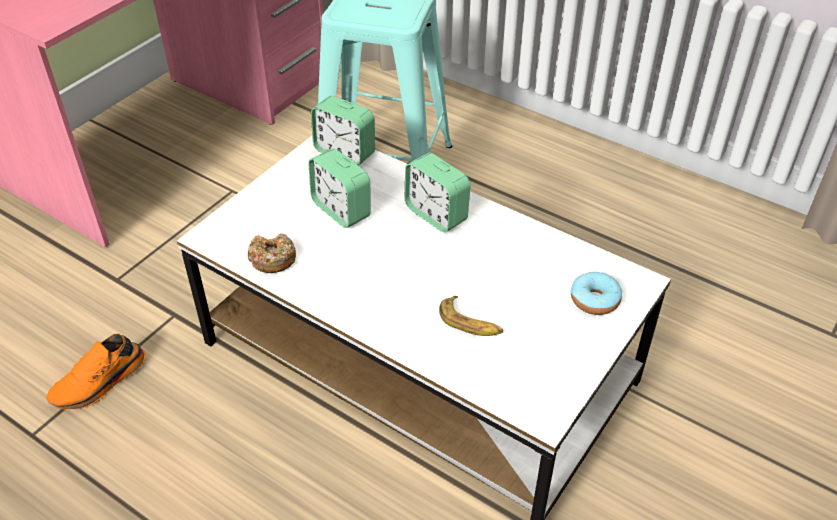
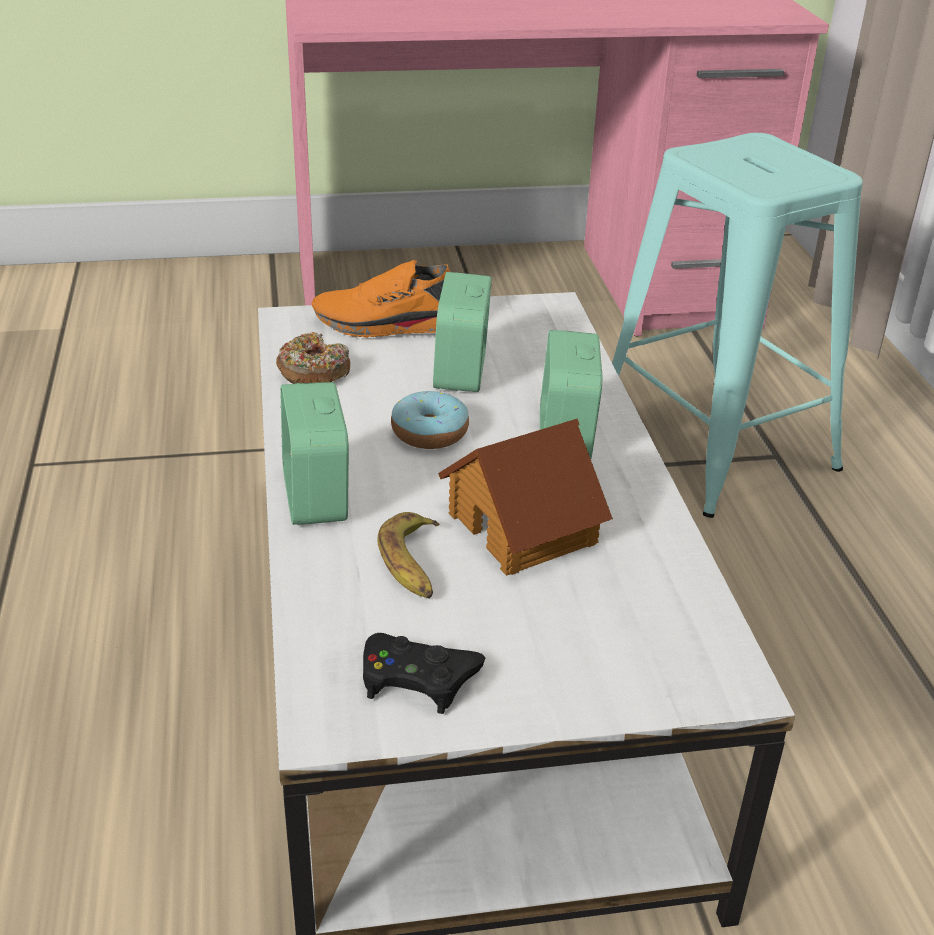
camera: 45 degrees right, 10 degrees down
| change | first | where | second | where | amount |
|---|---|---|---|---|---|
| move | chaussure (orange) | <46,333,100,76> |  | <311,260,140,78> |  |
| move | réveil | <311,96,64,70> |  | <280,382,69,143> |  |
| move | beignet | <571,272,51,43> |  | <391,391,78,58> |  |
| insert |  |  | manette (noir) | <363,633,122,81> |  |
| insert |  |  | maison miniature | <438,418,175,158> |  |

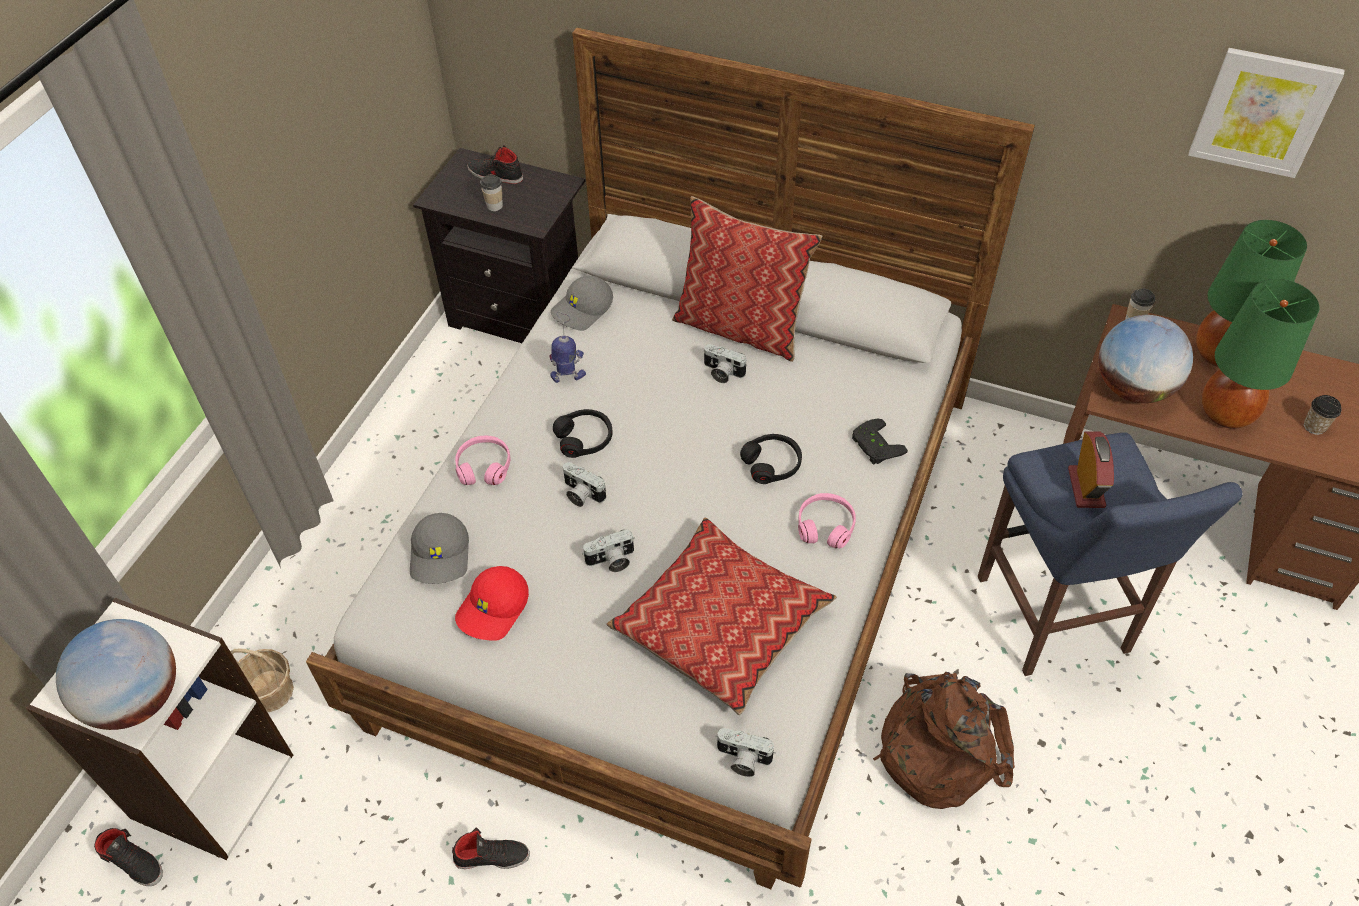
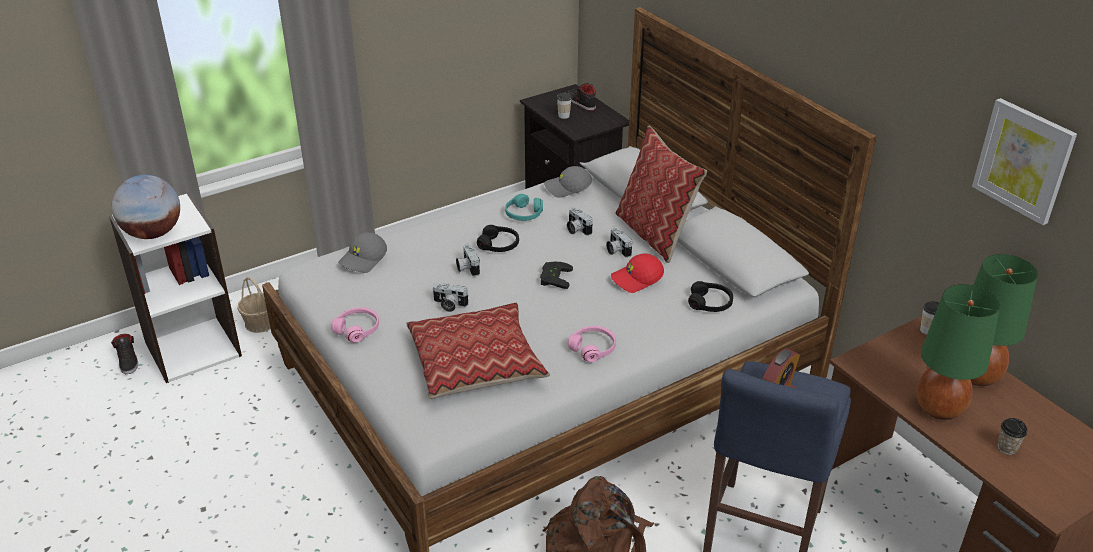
camera: 35 degrees right, 15 degrees down
| change | first | where | second | where | amount |
|---|---|---|---|---|---|
| delete | chaussure (noir) | <452,828,78,41> |  |  |  |
| move | casque audio (rose) | <455,436,56,49> |  | <331,307,48,36> |  |
| move | casquette (rouge) | <455,566,74,74> |  | <611,254,53,39> |  |
| replace | robot jouet | <549,312,37,71> | casque audio (turquoise) | <505,194,38,27> |  |
| move | appareil photo | <716,728,59,49> |  | <567,207,26,29> |  |
| move | casque audio (noir) | <740,434,62,50> |  | <688,281,45,31> |  |
| move | manette (noir) | <852,419,56,45> |  | <540,262,33,27> |  |
| delete | globe | <1098,315,95,88> |  |  |  |

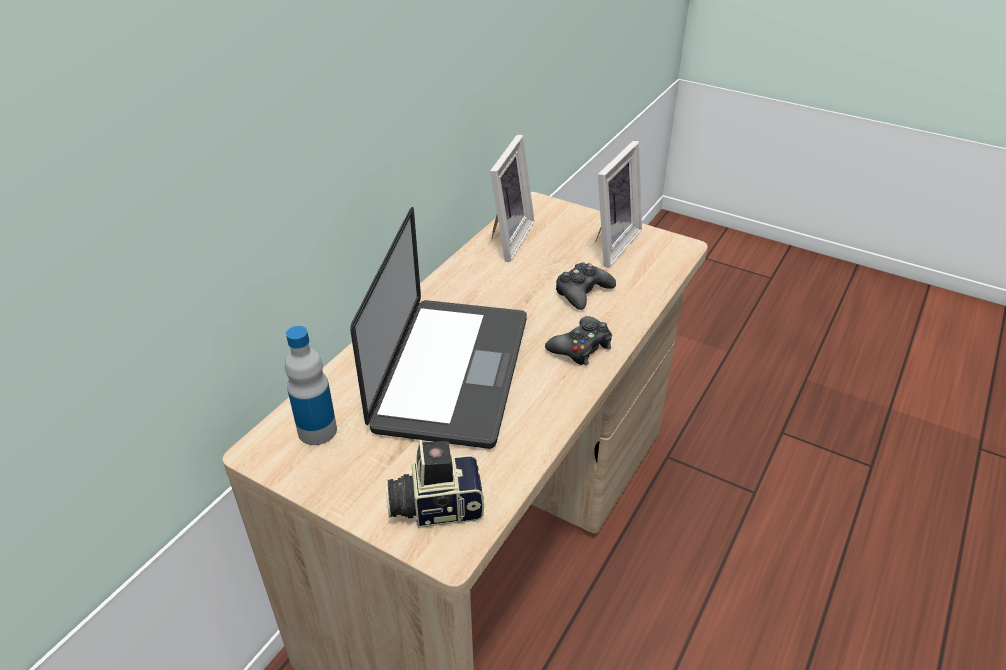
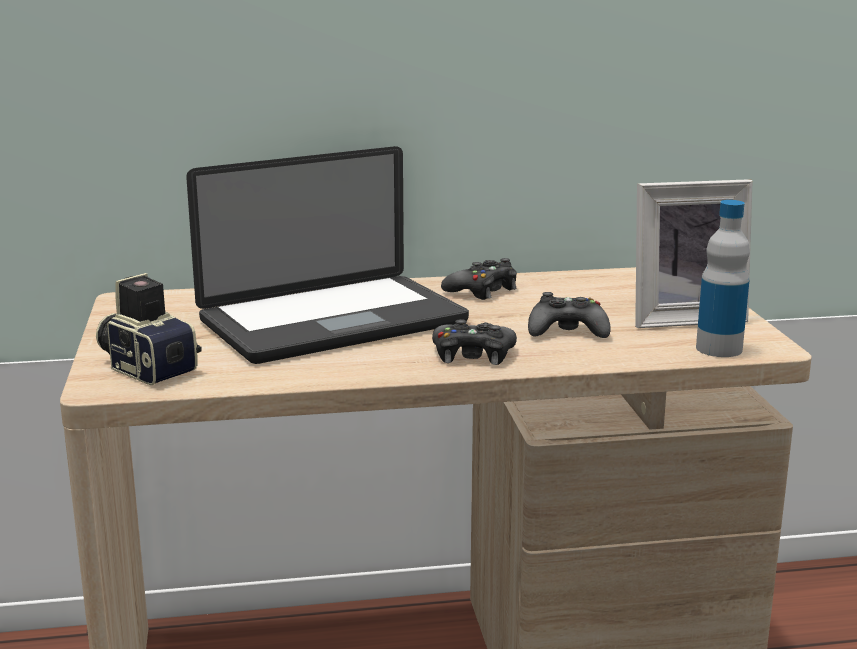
camera: 50 degrees right, 20 degrees down
| change | first | where | second | where | amount |
|---|---|---|---|---|---|
| move | bouteille | <285,326,52,119> |  | <696,200,54,157> |  |
| delete | cadre photo | <490,135,45,127> |  |  |  |
| insert |  |  | manette (noir) | <441,258,76,42> |  |

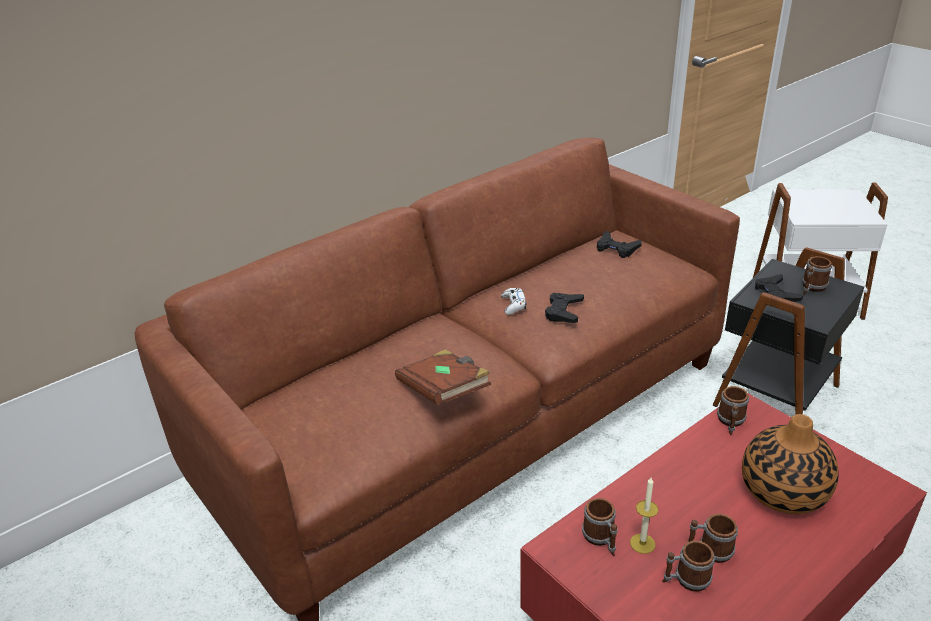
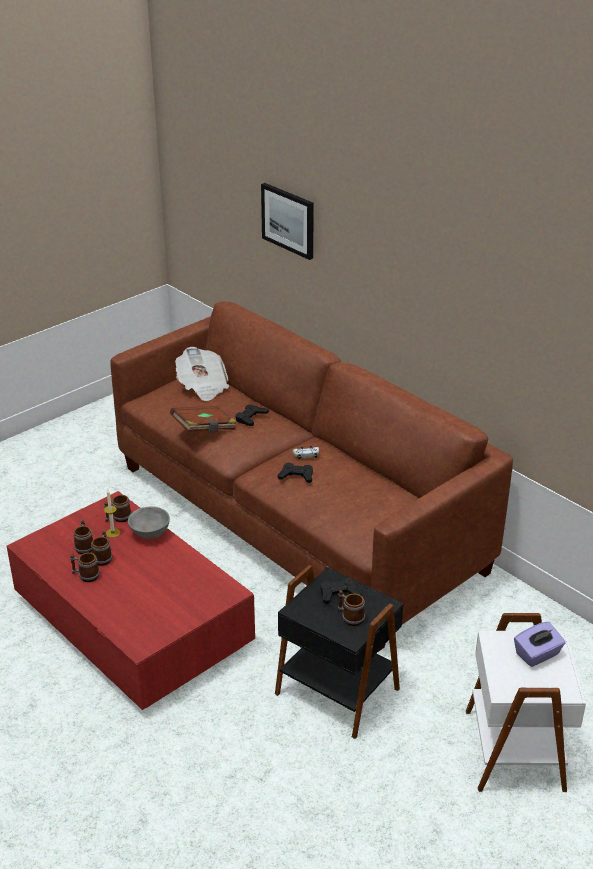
camera: 85 degrees right, 0 degrees up
| change | first | where | second | where | amount |
|---|---|---|---|---|---|
| move | manette (noir) | <597,231,45,27> |  | <235,404,34,22> |  |
| move | mug | <717,386,32,49> |  | <70,553,30,29> |  |
| delete | vase | <742,414,97,100> |  |  |  |
| insert |  |  | bol (gris) | <128,506,42,33> |  |
| insert |  |  | journal | <175,347,54,54> |  |
| insert |  |  | tableau | <261,183,53,77> |  |
| insert |  |  | boîte à mouchoirs (violet) | <514,622,51,45> |  |

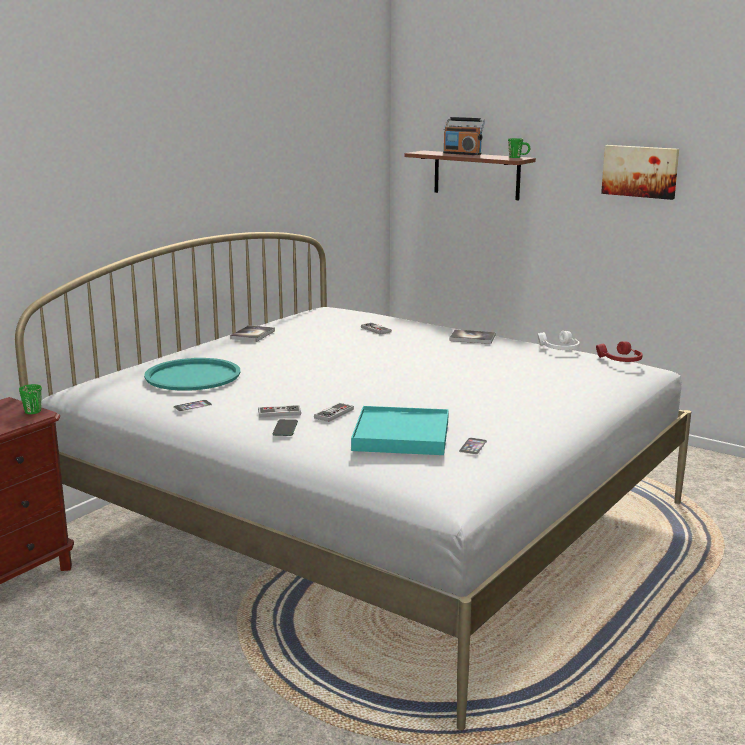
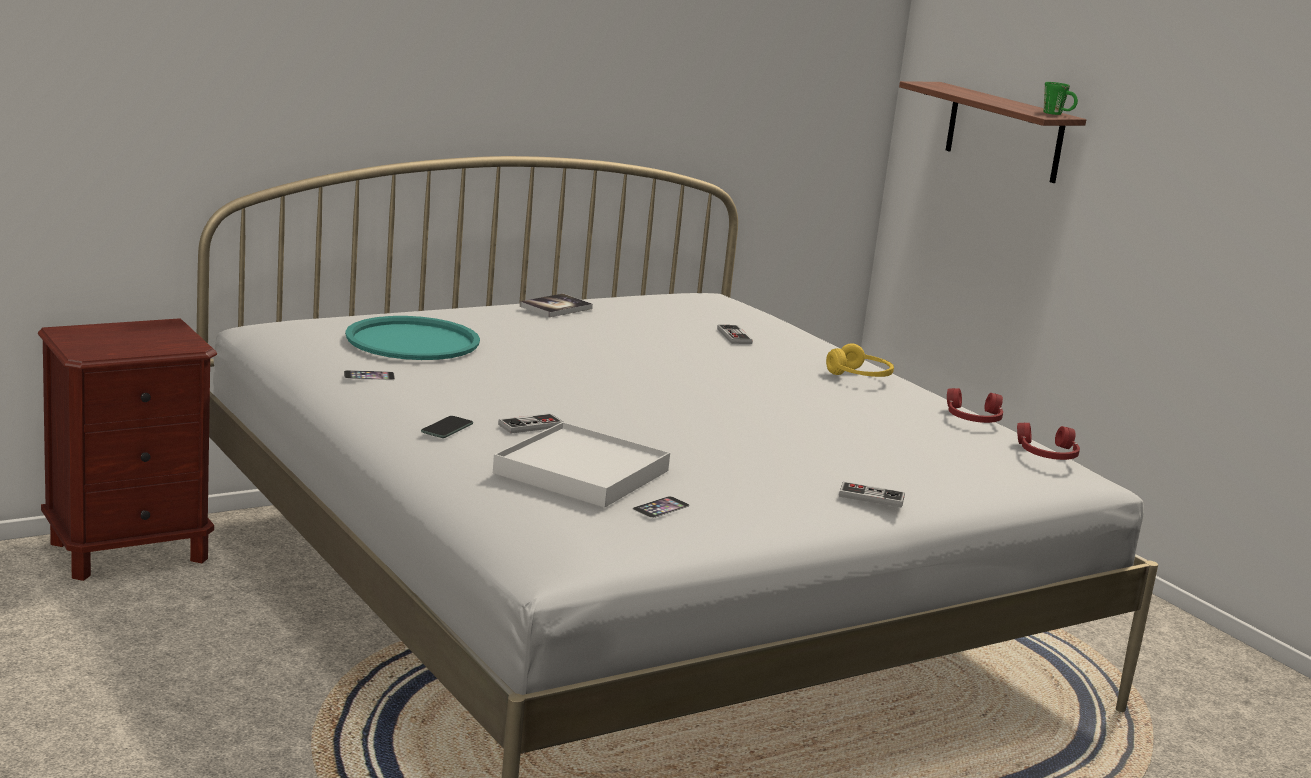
camera: 20 degrees right, 0 degrees up
| change | first | where | second | where | amount |
|---|---|---|---|---|---|
| delete | mug (vert) | <19,384,23,30> |  |  |  |
| move | manette | <258,405,43,13> |  | <839,482,66,26> |  |
| recolor | plateau (turquoise) | <351,406,98,49> | plateau (blanc) | <493,422,177,86> |  |
| delete | radio | <443,117,42,38> |  |  |  |
| replace | livre | <449,330,47,14> | casque audio (jaune) | <826,343,68,34> |  |
| recolor | casque audio (blanc) | <538,331,42,19> | casque audio (rouge) | <947,388,56,35> |  |
| delete | tableau | <601,145,78,55> |  |  |  |

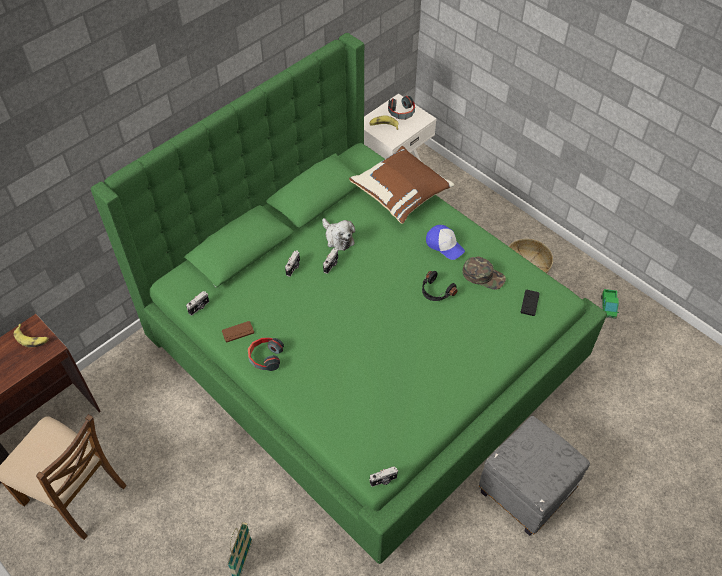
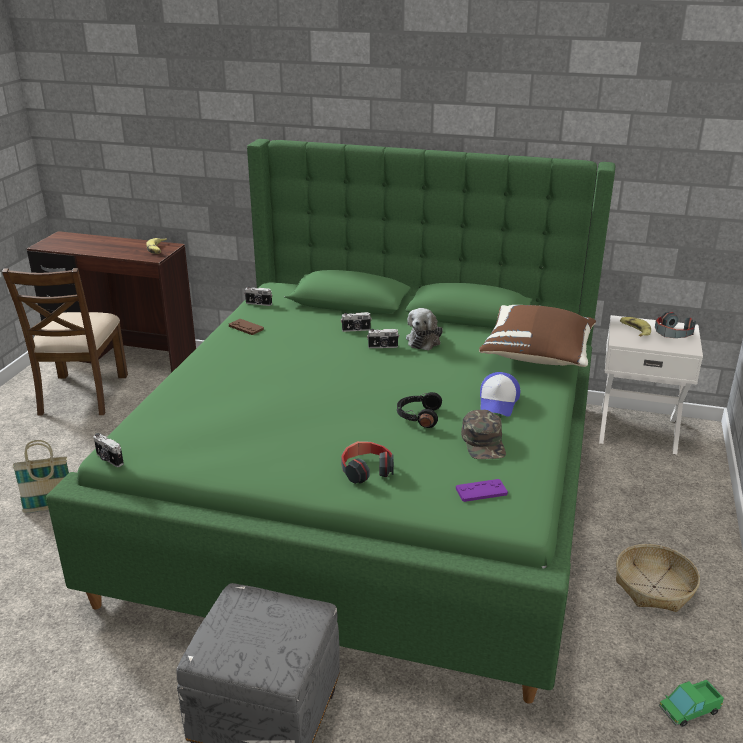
camera: 60 degrees right, 25 degrees down
| change | first | where | second | where | amount |
|---|---|---|---|---|---|
| move | casque audio | <248,337,36,34> |  | <341,441,53,43> |  |
| recolor | manette (noir) | <521,289,19,27> | manette (violet) | <456,479,52,23> |  |

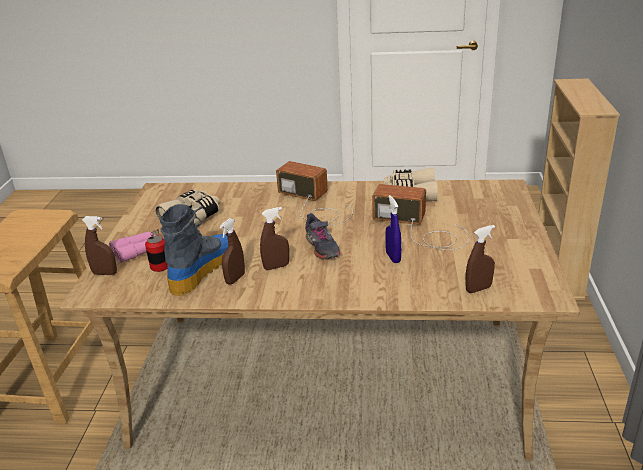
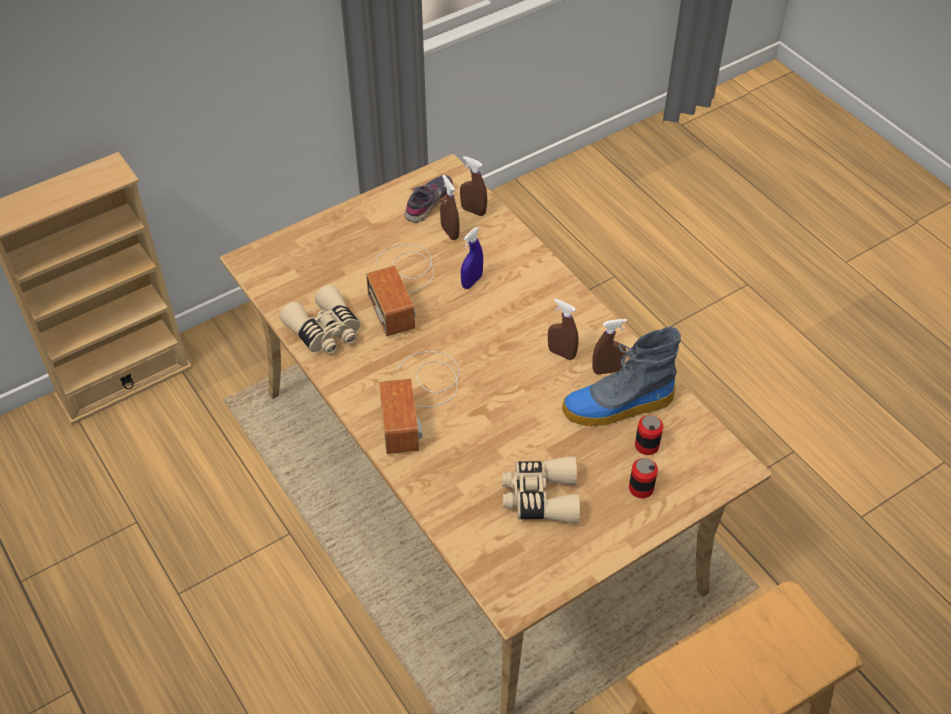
camera: 130 degrees left, 20 degrees up
| change | first | where | second | where | amount |
|---|---|---|---|---|---|
| move | vaporisateur (marron) | <82,216,35,59> |  | <440,175,20,65> |  |
| replace | jumelles (rose) | <109,229,55,34> | boîte métallique | <629,458,29,40> |  |
| move | chaussure (gris) | <305,213,35,46> |  | <405,175,48,48> |  |

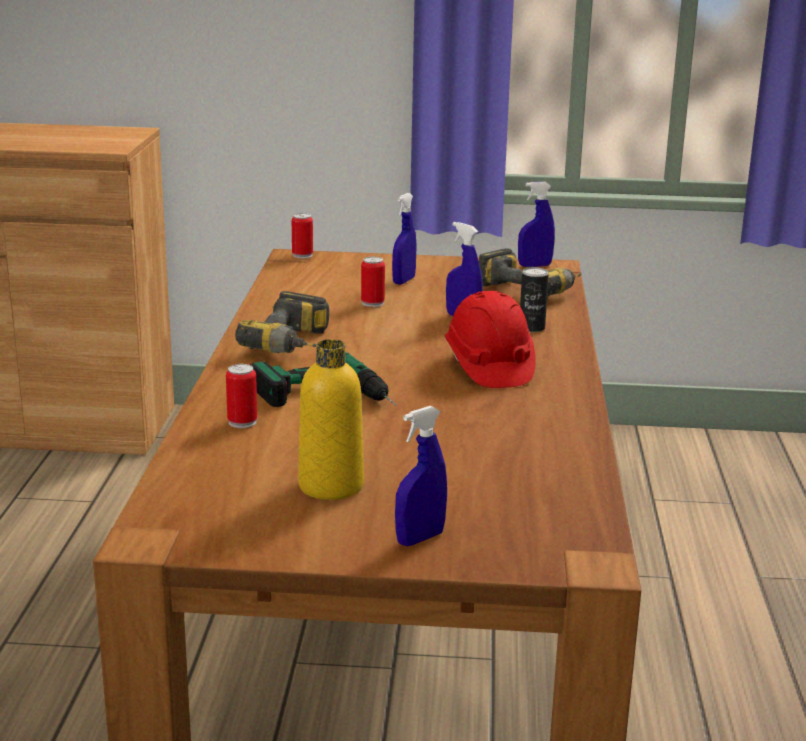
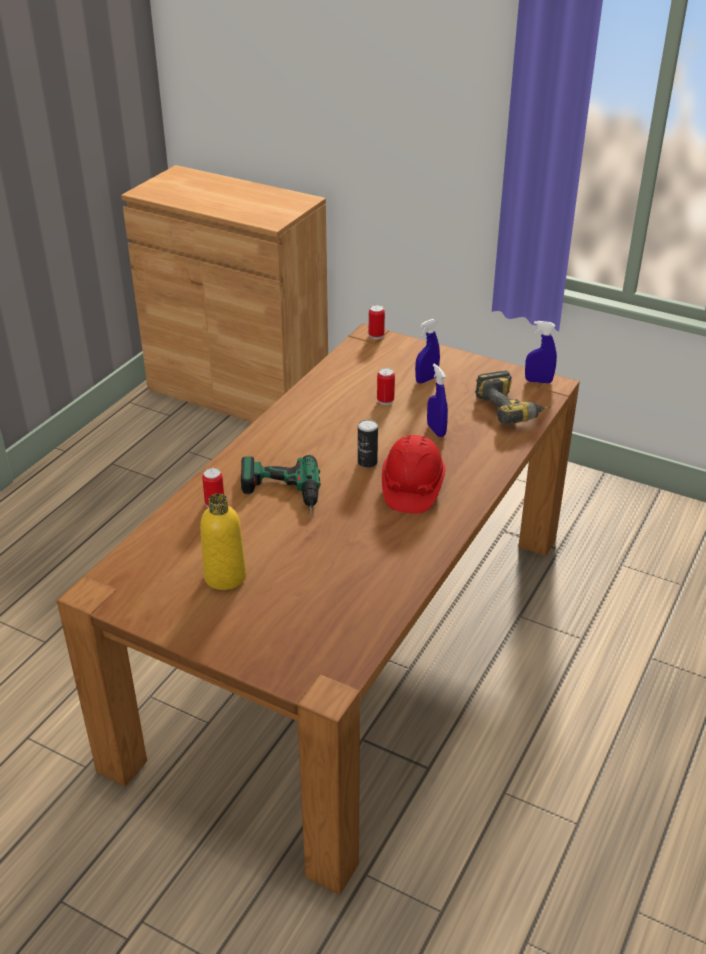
camera: 25 degrees right, 15 degrees up
| change | first | where | second | where | amount |
|---|---|---|---|---|---|
| delete | perceuse | <235,291,94,62> |  |  |  |
| delete | vaporisateur (bleu) | <395,406,52,140> |  |  |  |
| move | boîte métallique | <520,267,29,65> |  | <358,419,20,49> |  |

